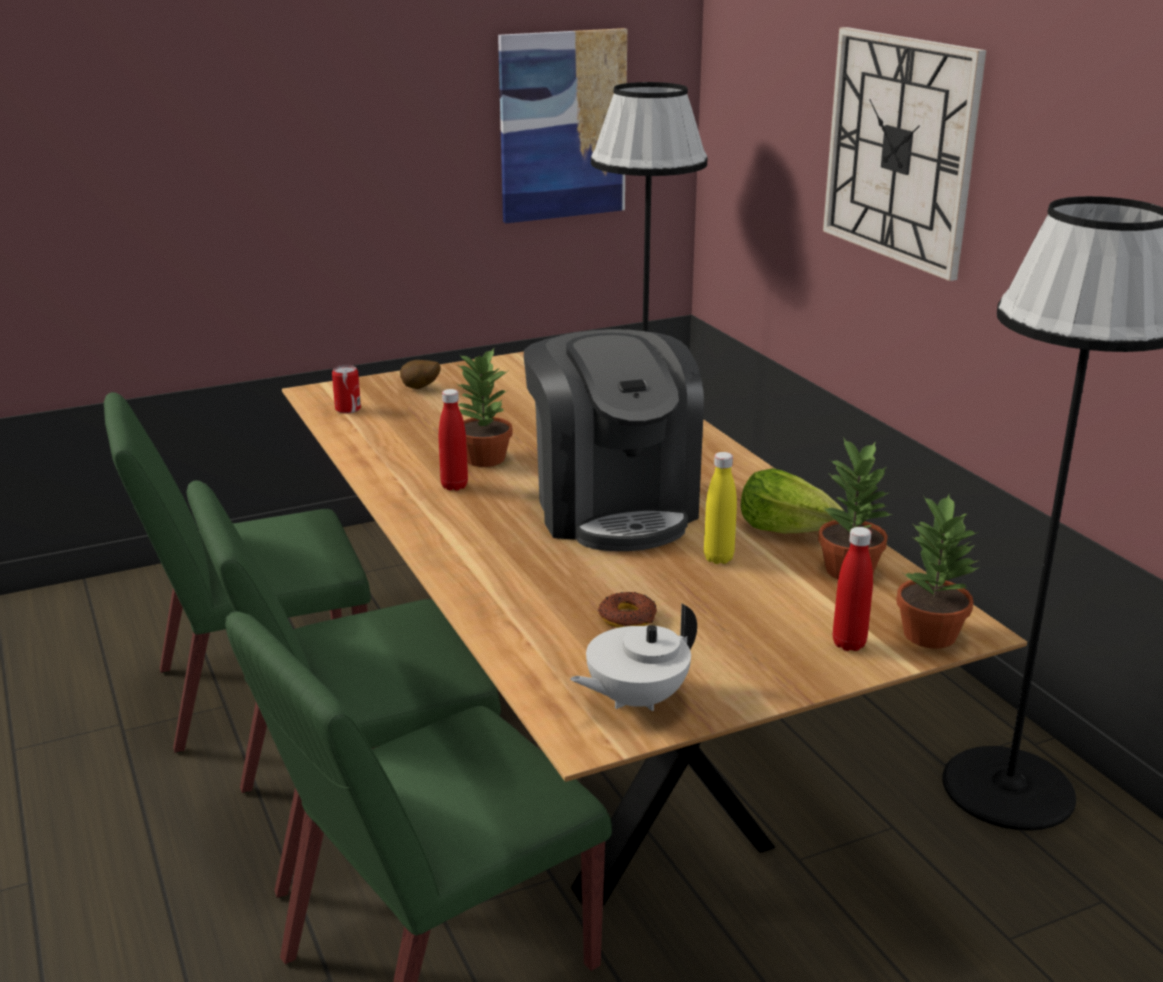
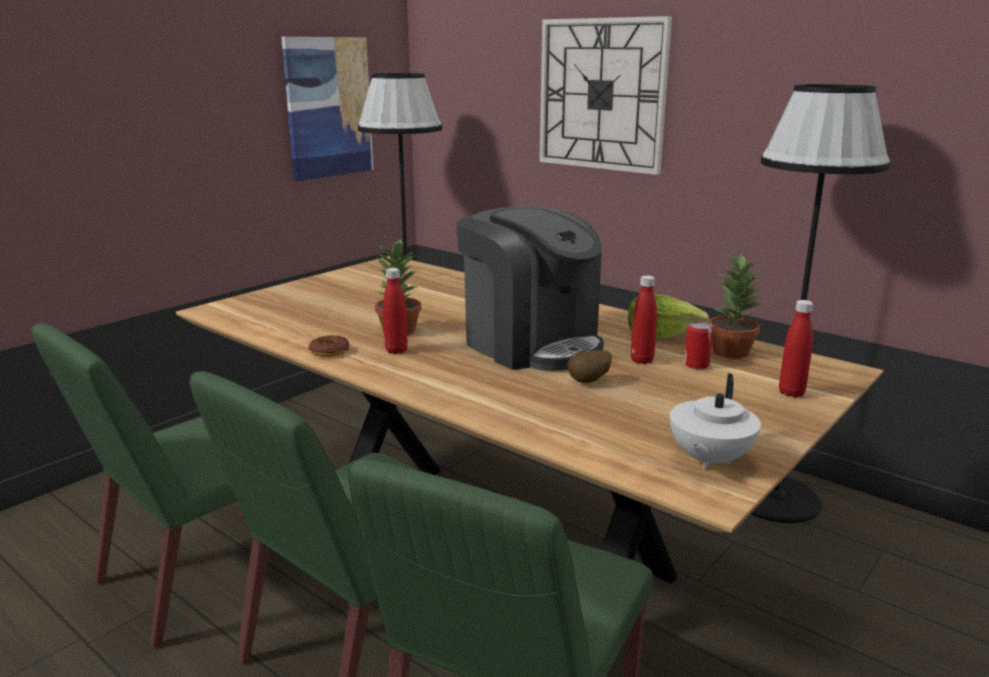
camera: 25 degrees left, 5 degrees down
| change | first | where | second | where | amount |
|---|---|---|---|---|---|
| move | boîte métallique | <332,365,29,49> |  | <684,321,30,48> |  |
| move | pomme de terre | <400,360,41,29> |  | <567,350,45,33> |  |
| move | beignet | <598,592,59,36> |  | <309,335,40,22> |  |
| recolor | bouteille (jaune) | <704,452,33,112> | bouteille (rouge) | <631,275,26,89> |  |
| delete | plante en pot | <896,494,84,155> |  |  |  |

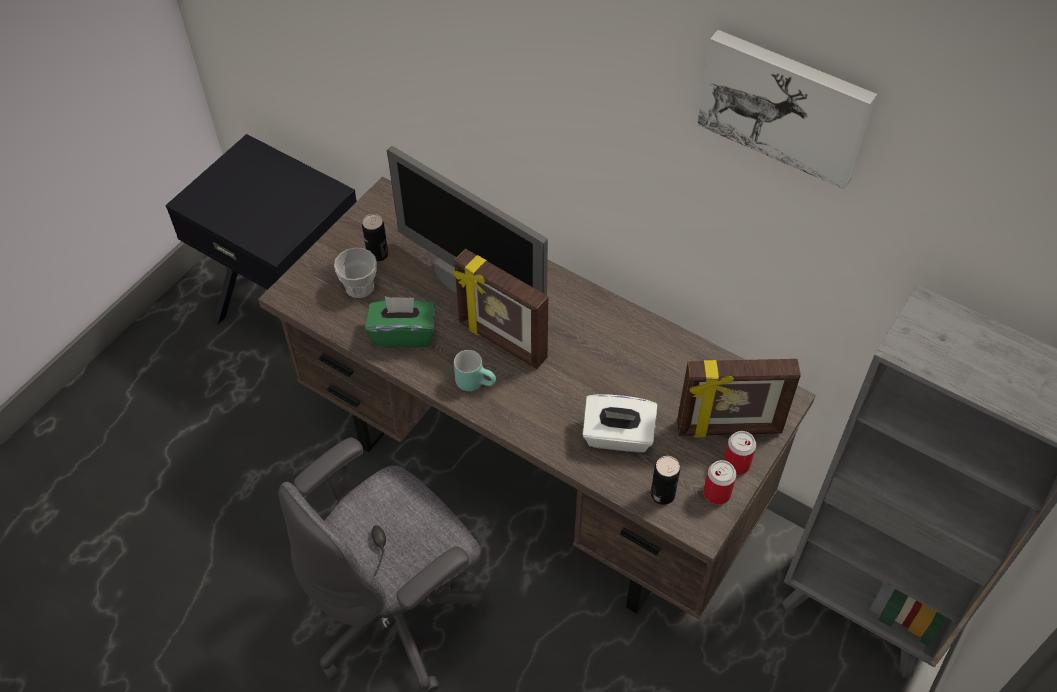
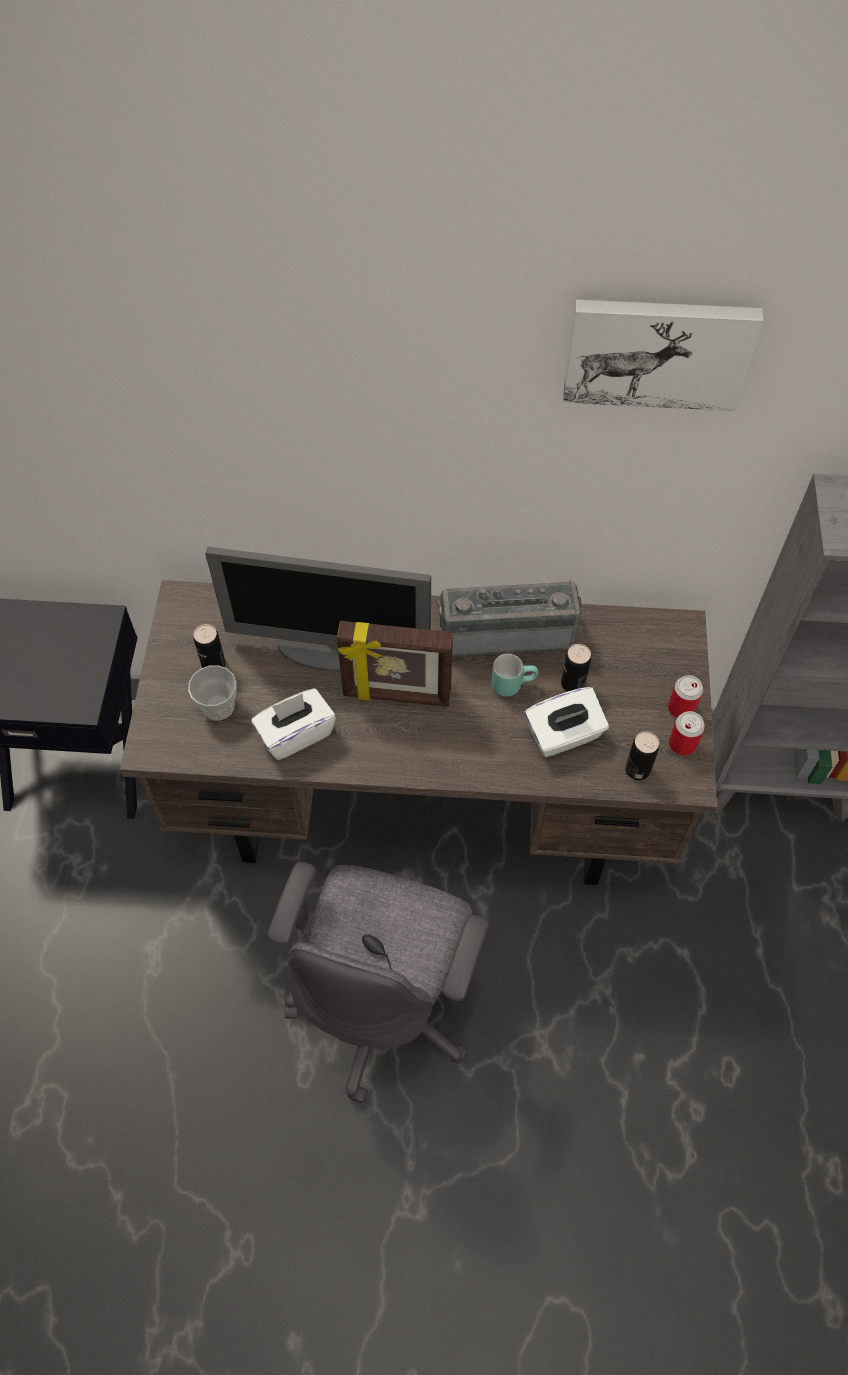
camera: 30 degrees left, 5 degrees up
| change | first | where | second | where | amount |
|---|---|---|---|---|---|
| recolor | boîte à mouchoirs (vert) | <365,296,70,52> | boîte à mouchoirs (blanc) | <251,688,85,72> |  |
| move | mug (turquoise) | <454,350,42,41> |  | <492,654,46,42> |  |
| delete | cadre photo | <677,359,124,79> |  |  |  |
| insert |  |  | radio | <437,581,145,76> |  |
| insert |  |  | boîte métallique | <561,644,30,48> |  |

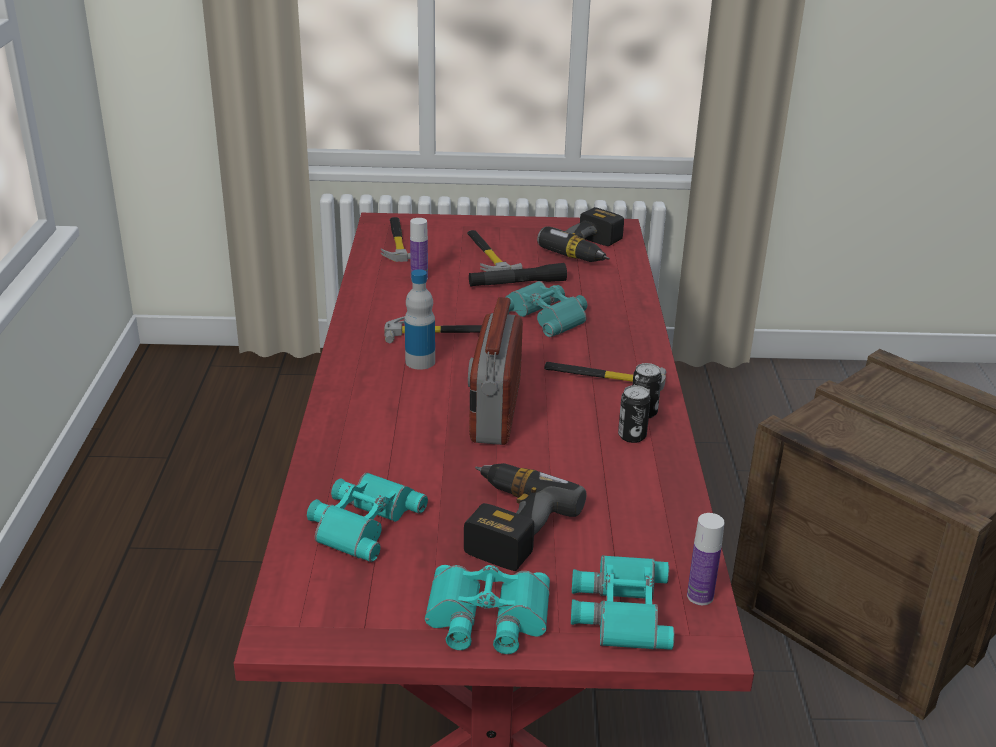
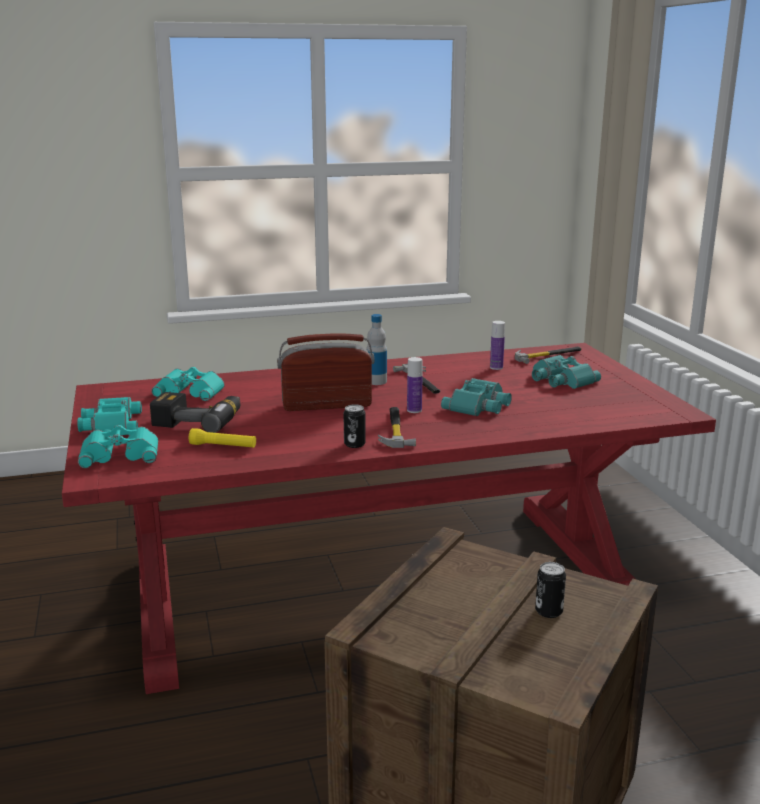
camera: 75 degrees right, 10 degrees down
| change | first | where | second | where | amount |
|---|---|---|---|---|---|
| replace | marteau | <467,230,56,41> | jumelles (turquoise) | <532,355,69,34> |  |
| delete | lampe de poche (noir) | <469,263,98,24> |  |  |  |
| delete | perceuse | <537,207,87,55> |  |  |  |
| move | boîte métallique | <618,385,33,58> |  | <535,562,31,56> |  |
| move | bouteille | <687,513,38,92> |  | <407,357,16,56> |  |
| insert |  |  | lampe de poche (jaune) | <189,428,67,20> |  |

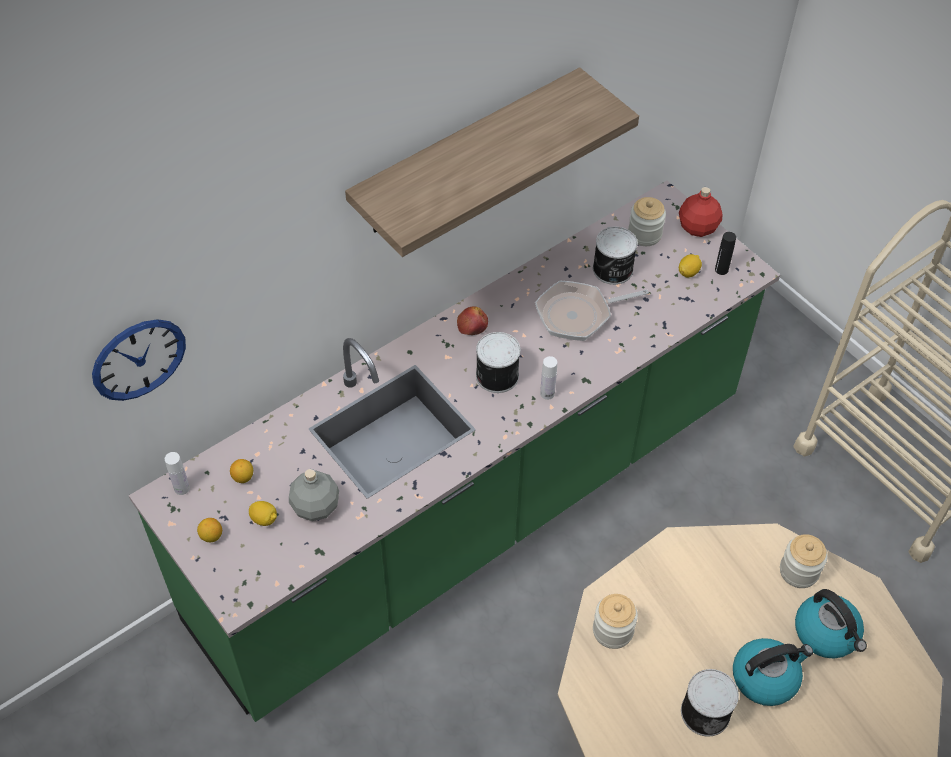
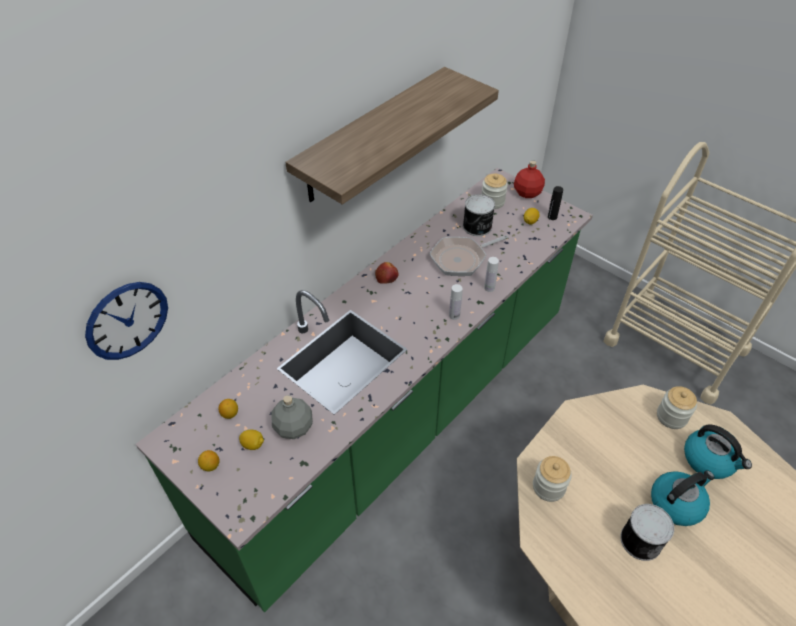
camera: 10 degrees left, 5 degrees down
| change | first | where | second | where | amount |
|---|---|---|---|---|---|
| move | bouteille (blanc) | <165,452,25,43> |  | <484,257,15,35> |  |
| delete | boîte métallique | <476,332,44,61> |  |  |  |

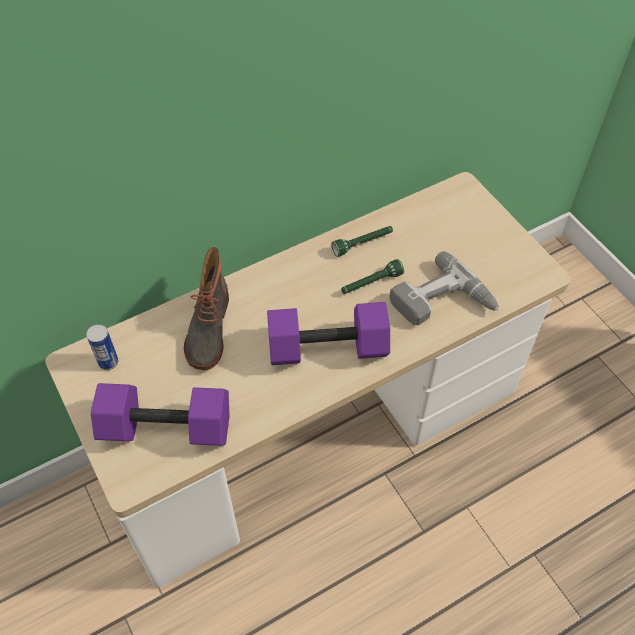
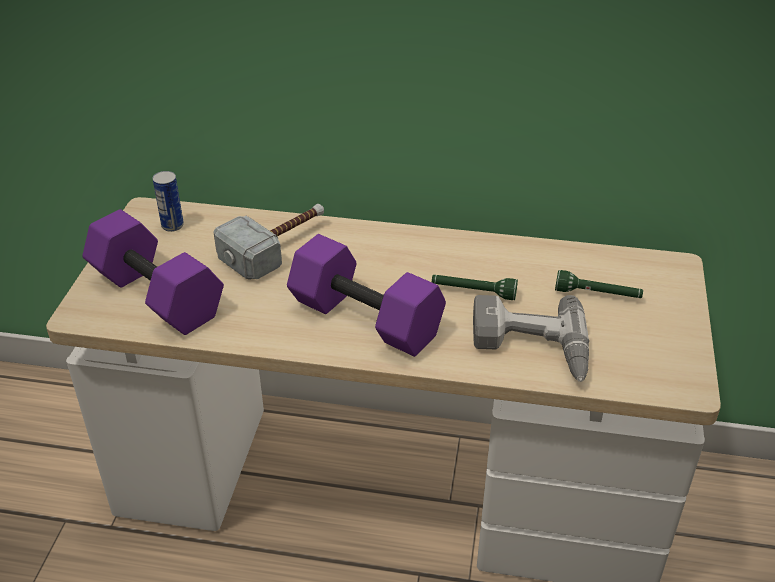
camera: 40 degrees right, 15 degrees down
| change | first | where | second | where | amount |
|---|---|---|---|---|---|
| replace | botte | <184,247,45,123> | marteau | <213,204,111,76> |  |
| move | lampe de poche (vert) | <331,226,62,31> |  | <555,270,88,28> |  |

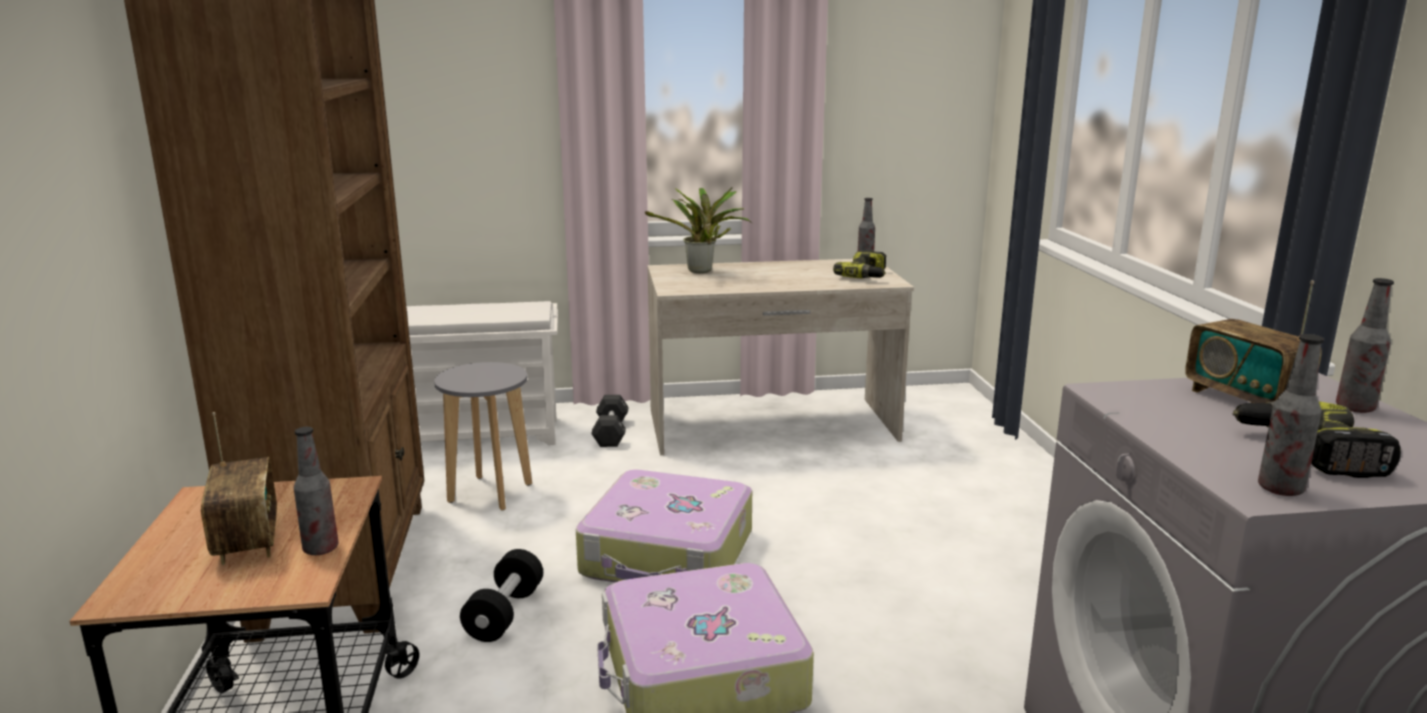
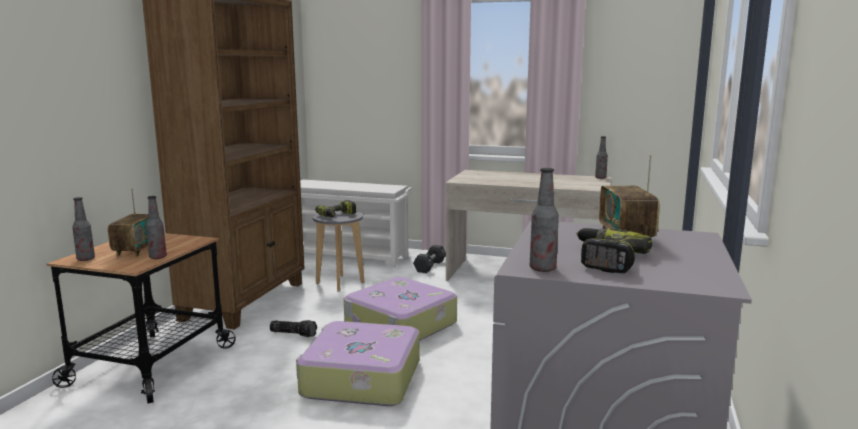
camera: 25 degrees right, 5 degrees down
| change | first | where | second | where | amount |
|---|---|---|---|---|---|
| replace | haltère (noir) | <460,549,83,93> | lampe de poche | <270,320,47,17> |  |
| delete | plante en pot | <645,187,107,86> |  |  |  |
| move | perceuse | <833,250,53,28> |  | <315,200,41,17> |  |
| move | bouteille | <1336,278,58,135> |  | <72,197,23,64> |  |

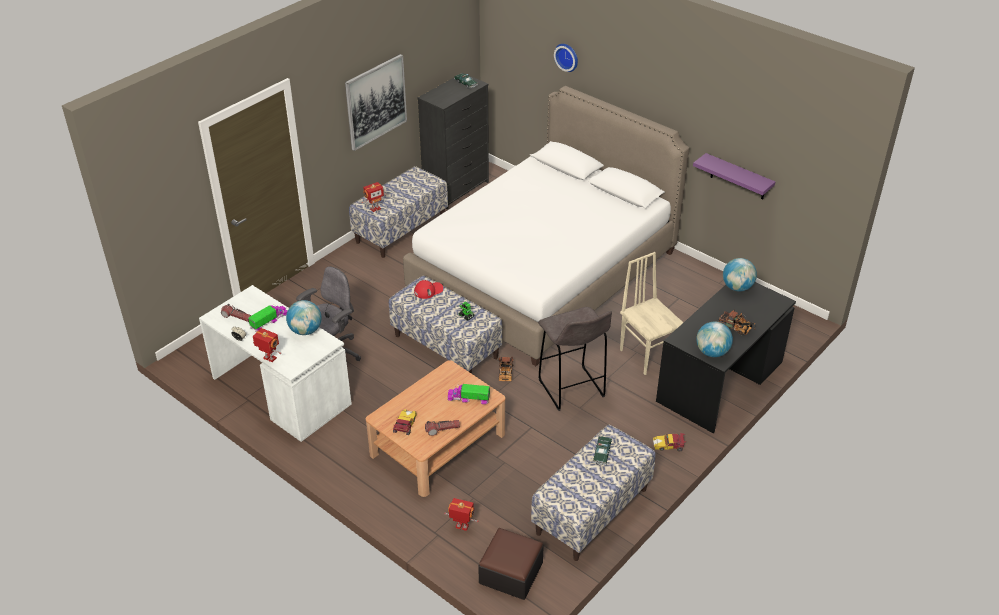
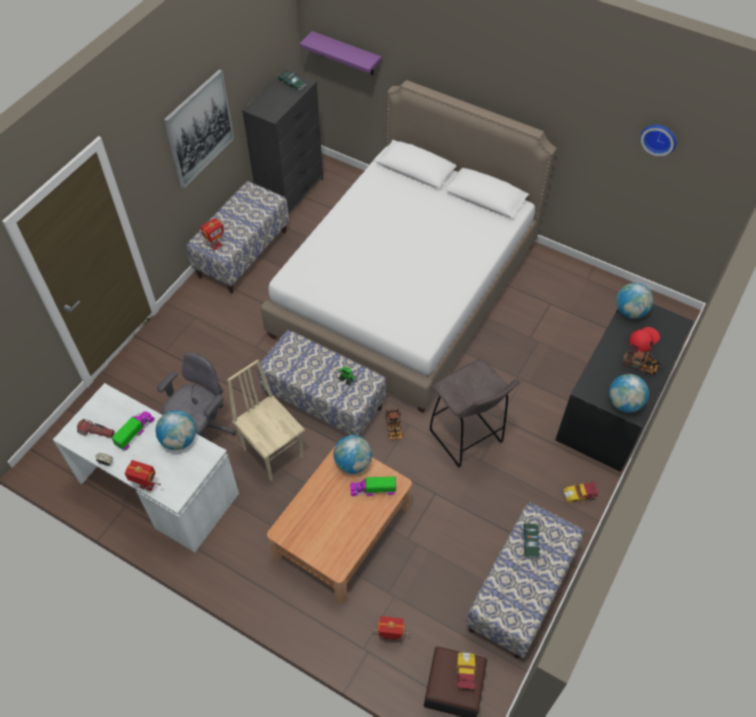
camera: 10 degrees left, 15 degrees up
| change | first | where | second | where | amount |
|---|---|---|---|---|---|
| move | petite voiture | <393,409,24,26> |  | <456,652,21,38> |  |
| move | casquette (rouge) | <414,280,29,19> |  | <629,327,31,25> |  |
| delete | lampe de poche | <425,420,35,16> |  |  |  |
| move | horloge murale | <554,44,24,28> |  | <640,125,36,31> |  |
| move | chaise (beige) | <620,252,63,123> |  | <227,359,78,122> |  |
| move | étagère (violet) | <693,153,82,46> |  | <299,31,82,44> |  |
| insert |  |  | globe | <334,435,38,39> |  |

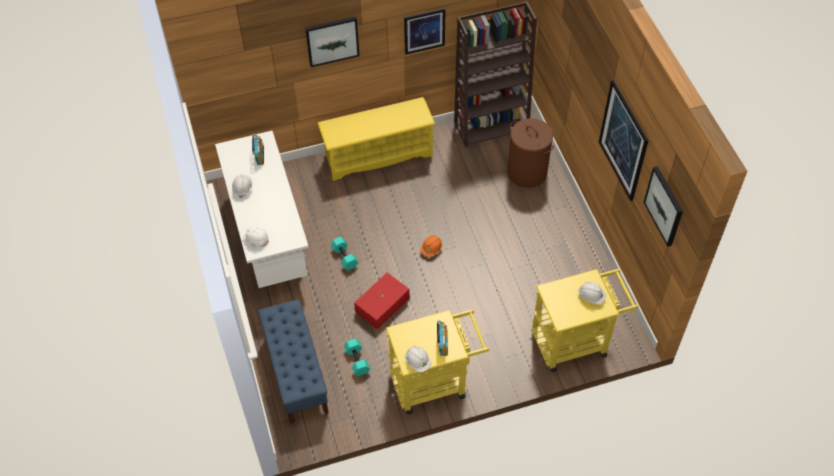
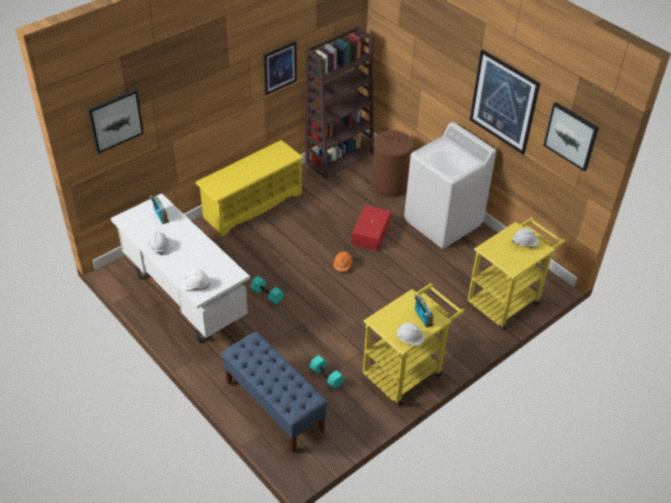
camera: 25 degrees left, 10 degrees down
| change | first | where | second | where | amount |
|---|---|---|---|---|---|
| move | tableau | <305,16,55,51> |  | <88,89,56,65> |  |
| move | boîte de rangement (rouge) | <354,272,56,57> |  | <352,205,39,46> |  |
| insert |  |  | lave-linge (blanc) | <404,122,92,127> |  |

